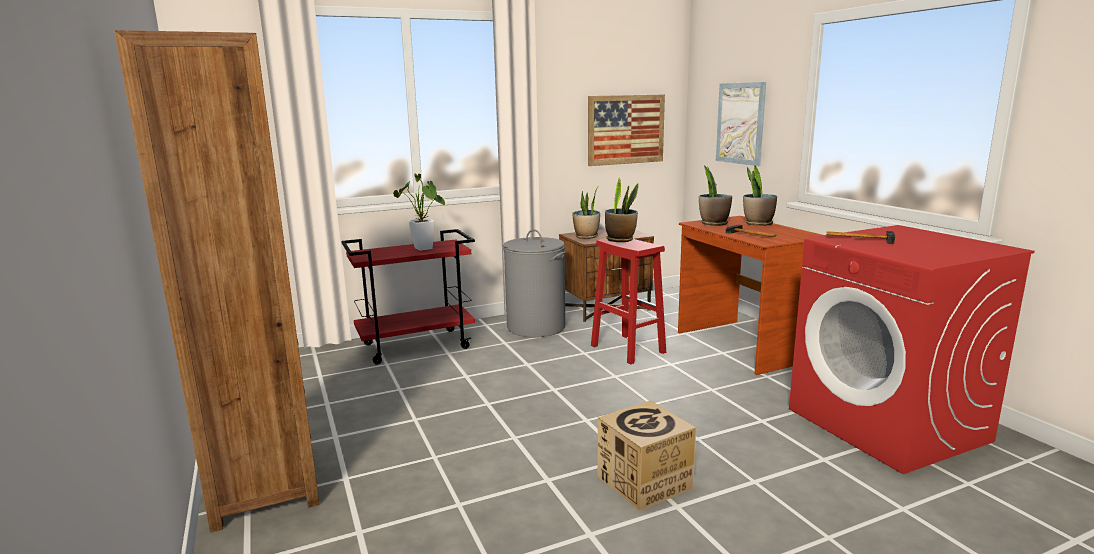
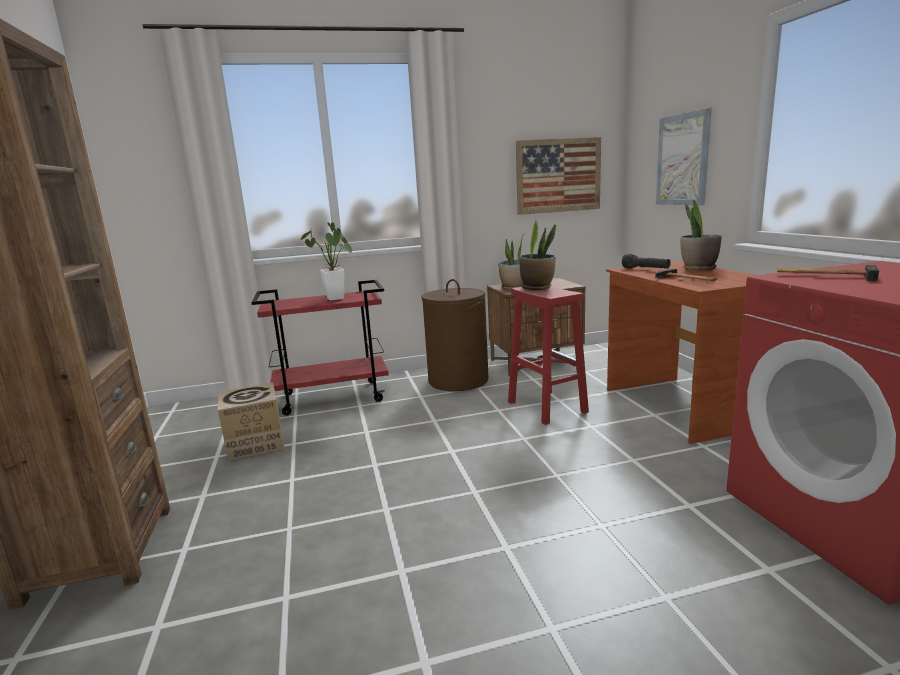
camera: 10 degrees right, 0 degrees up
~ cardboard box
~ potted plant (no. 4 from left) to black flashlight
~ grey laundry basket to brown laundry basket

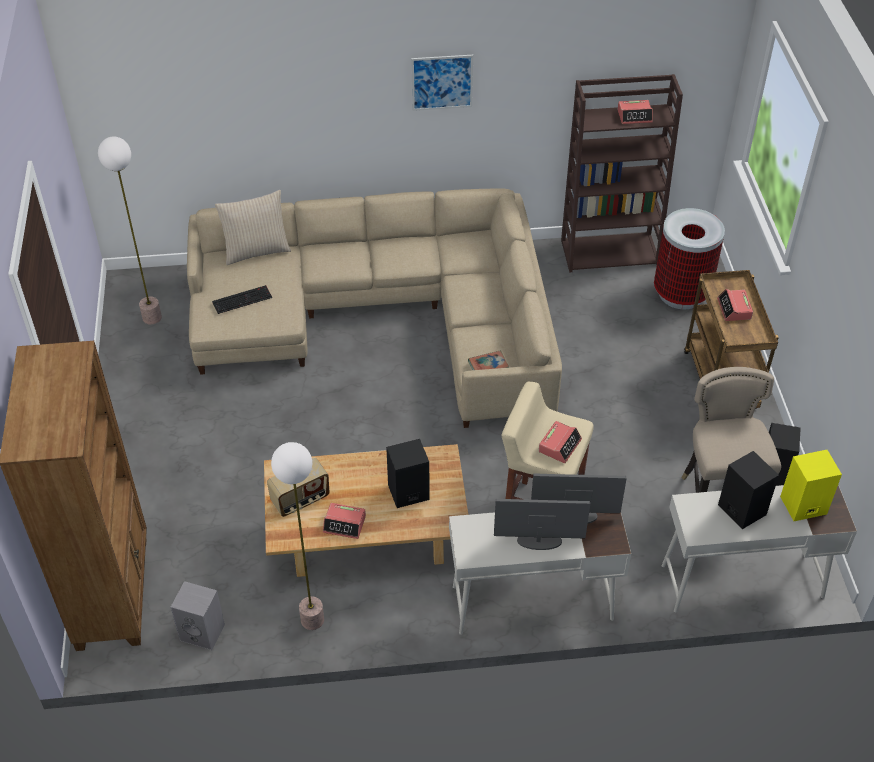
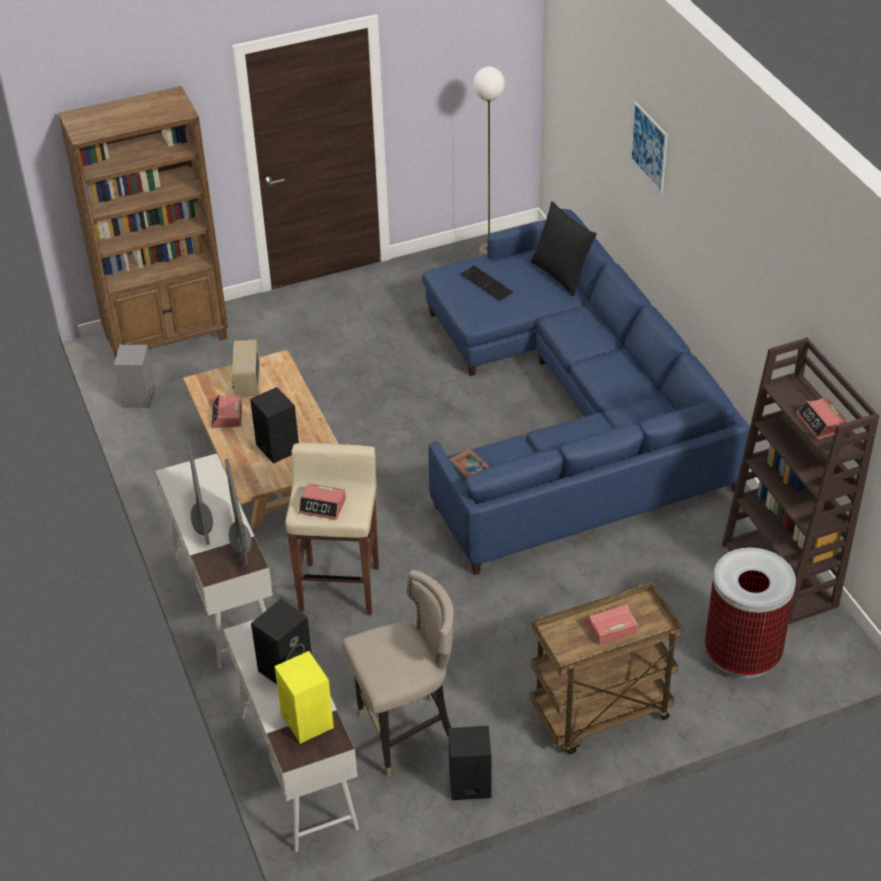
camera: 75 degrees right, 5 degrees down
- floor lamp (no. 2 from left)
~ picture
~ beige sofa to blue sofa
~ beige pillow to black pillow
~ radio 45 degrees clockwise

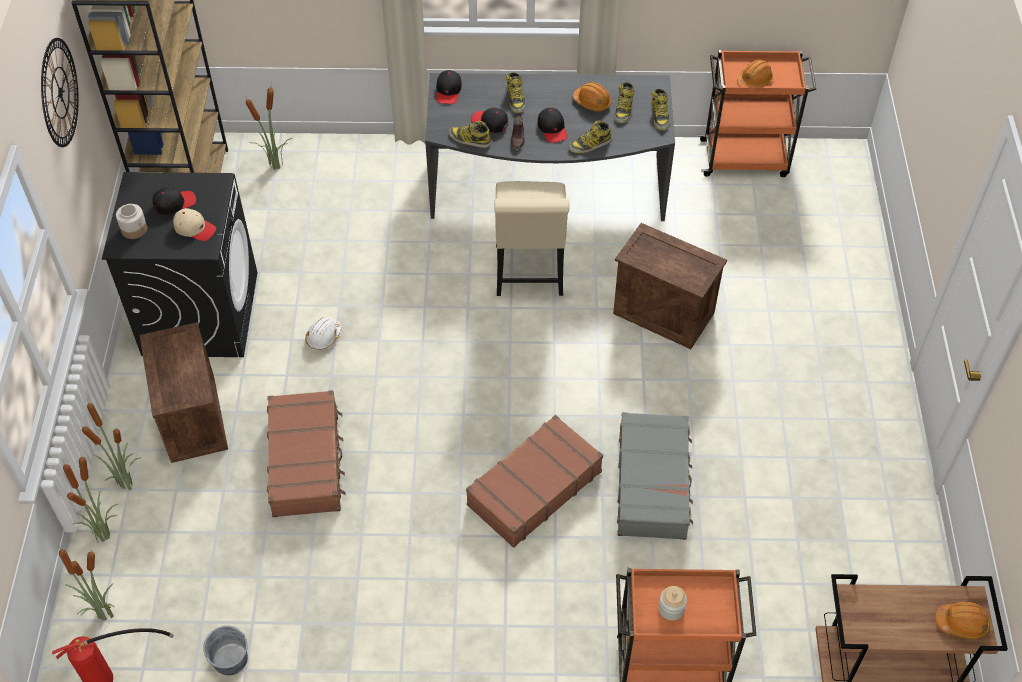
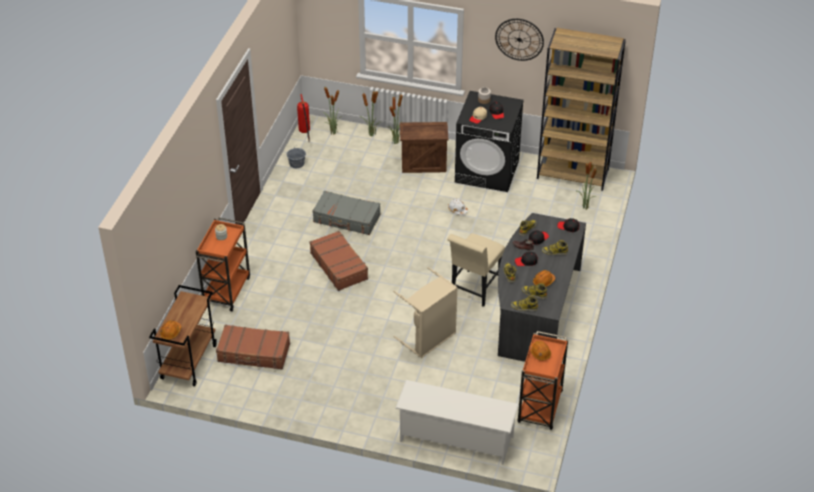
camera: 105 degrees right, 10 degrees down
+ white shoe rack
~ brown suitcase (no. 1 from left)
~ grey suitcase
~ crate (no. 2 from left) to beige laundry basket
~ beige chair 75 degrees counterclockwise

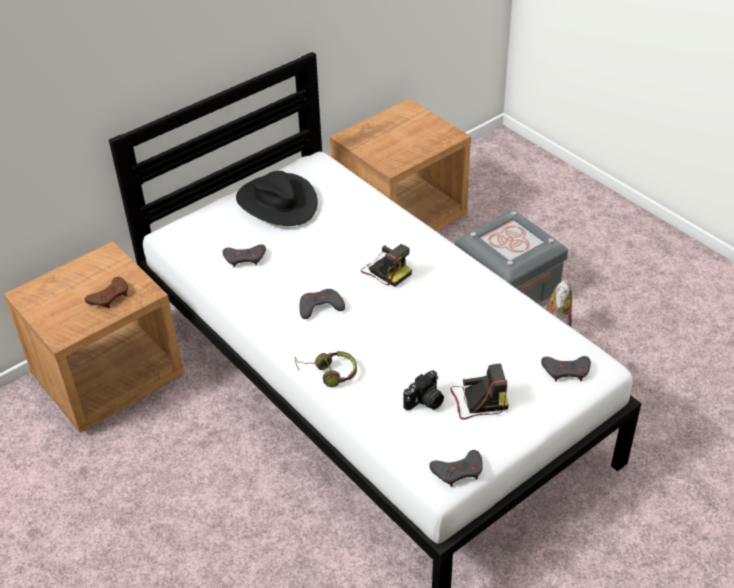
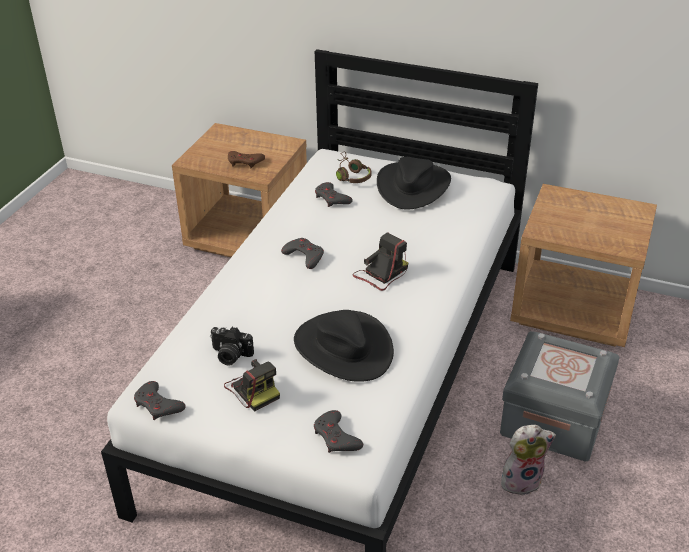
camera: 60 degrees right, 5 degrees down
+ black hat (no. 1 from left)
~ brown headphones
~ photo camera (no. 1 from left in the first image) 150 degrees counterclockwise

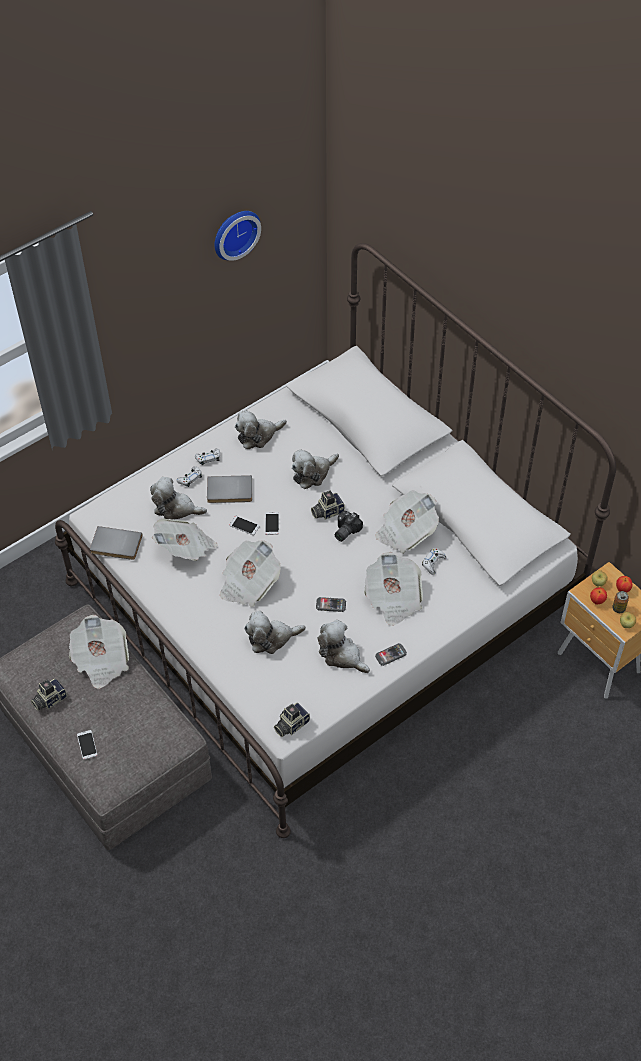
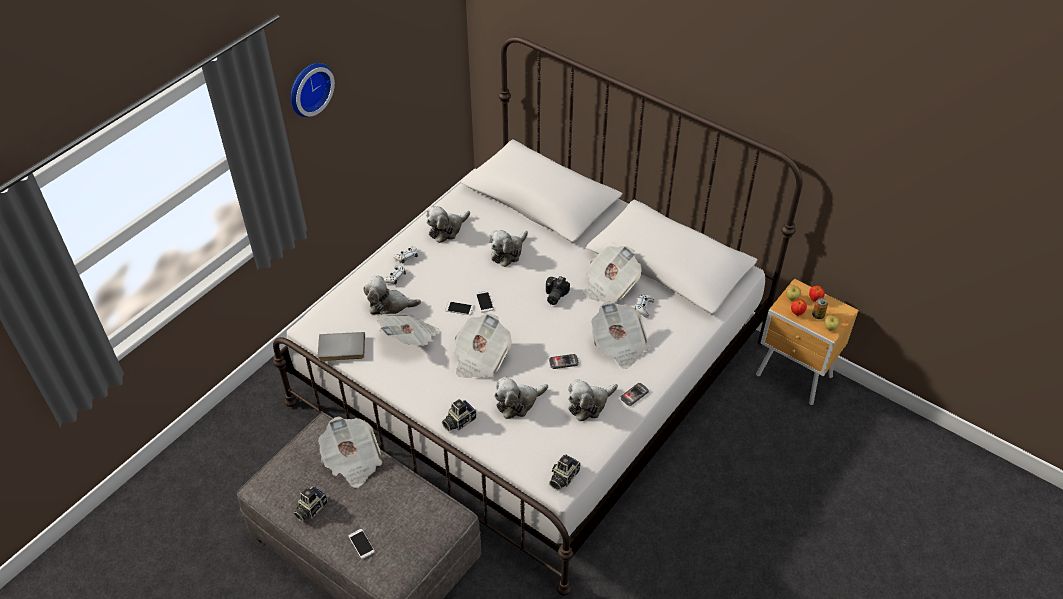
camera: 15 degrees left, 5 degrees down
- grey book (no. 2 from left)
~ wall clock
~ photo camera (no. 3 from left in the first image) to photo camera (no. 2 from left)
~ plush toy (no. 5 from left) 60 degrees counterclockwise

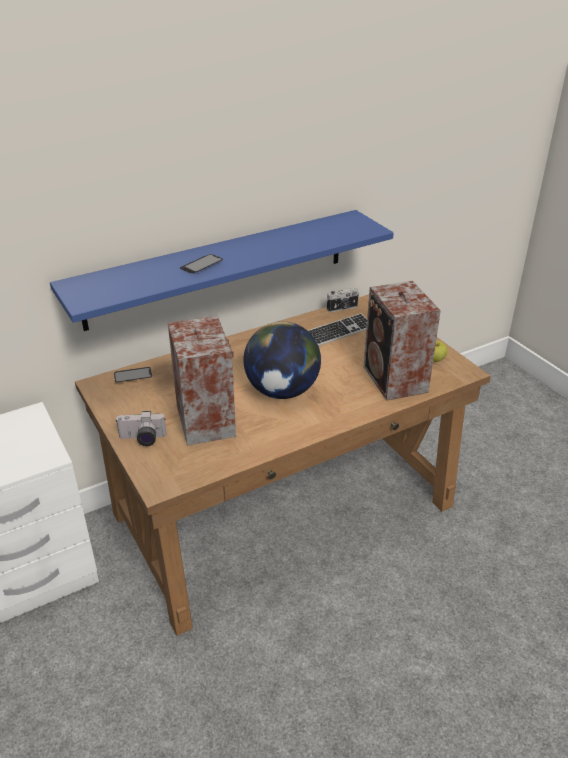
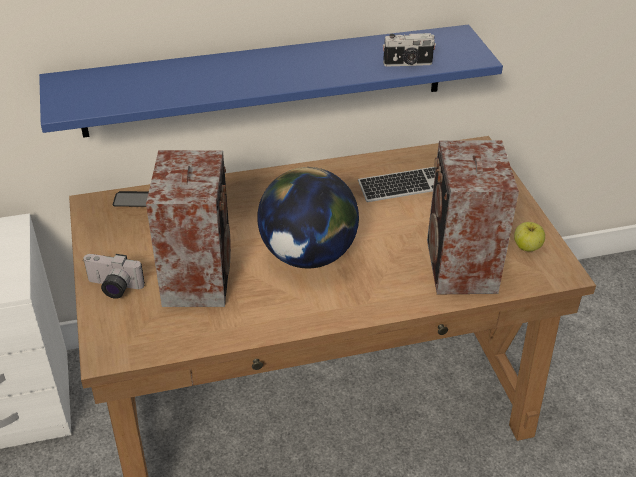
camera: 15 degrees right, 5 degrees up
- phone (no. 2 from left)
~ photo camera (no. 2 from left)

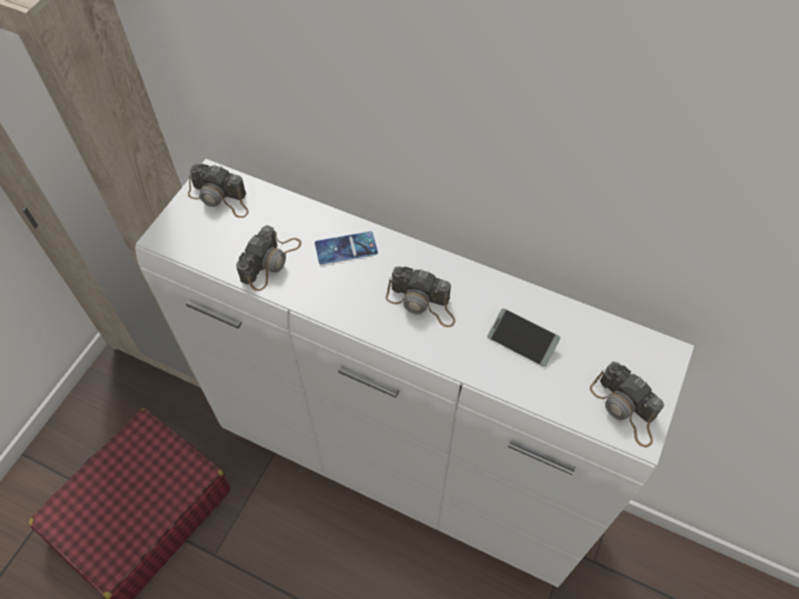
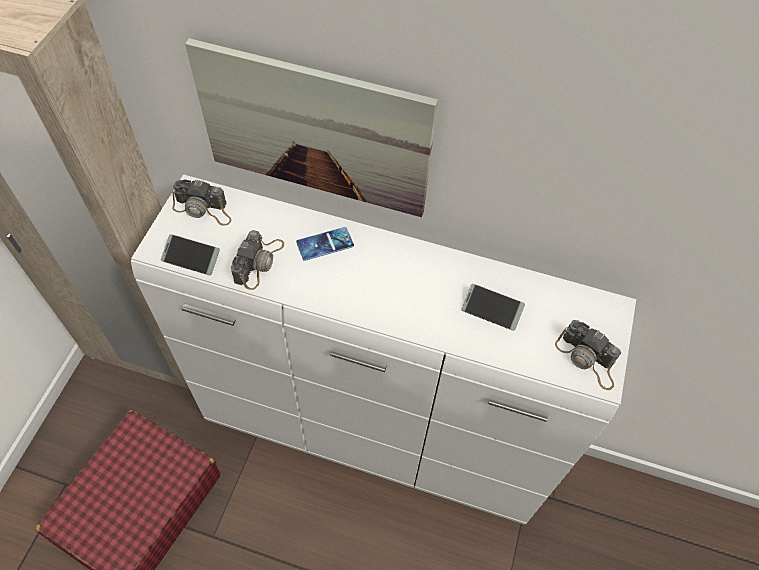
camera: 10 degrees left, 0 degrees up
- photo camera (no. 3 from left)
+ phone (no. 1 from left)
+ picture

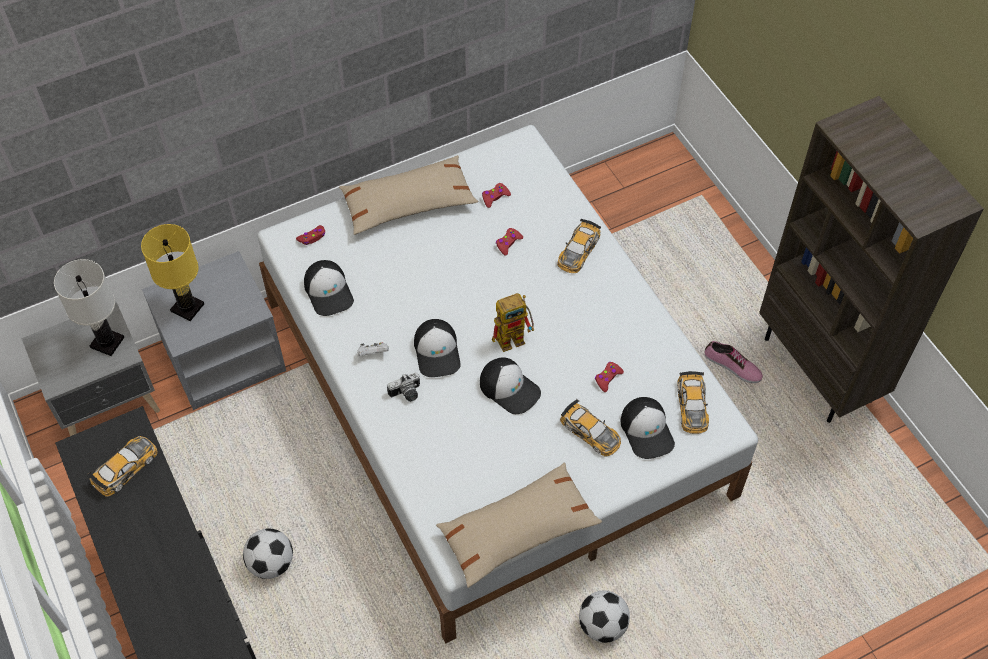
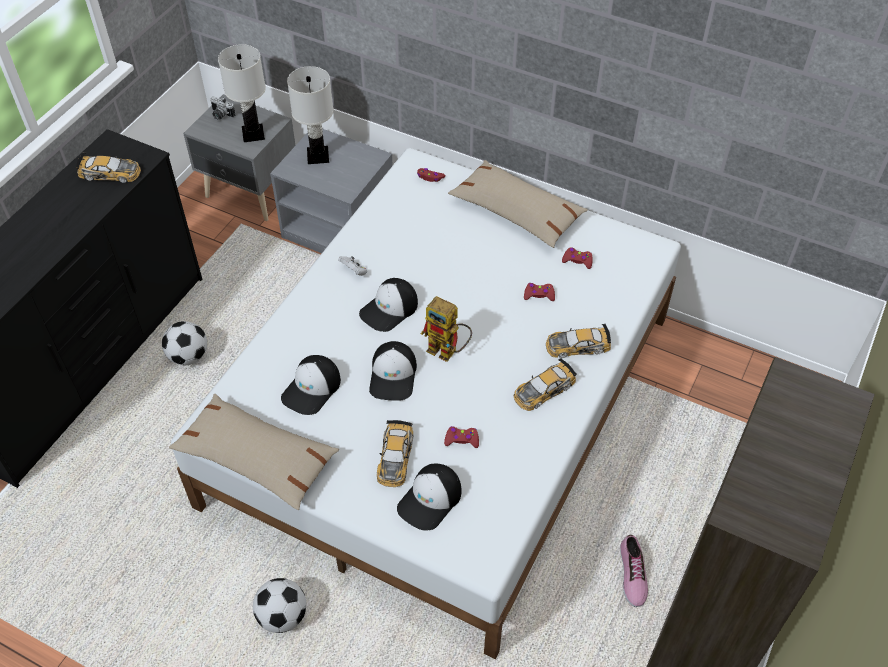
camera: 55 degrees right, 5 degrees down
~ cap (no. 1 from left)
~ photo camera
~ toy car (no. 4 from left in the first image) to toy car (no. 3 from left)
~ yellow table lamp to white table lamp (no. 2 from left)

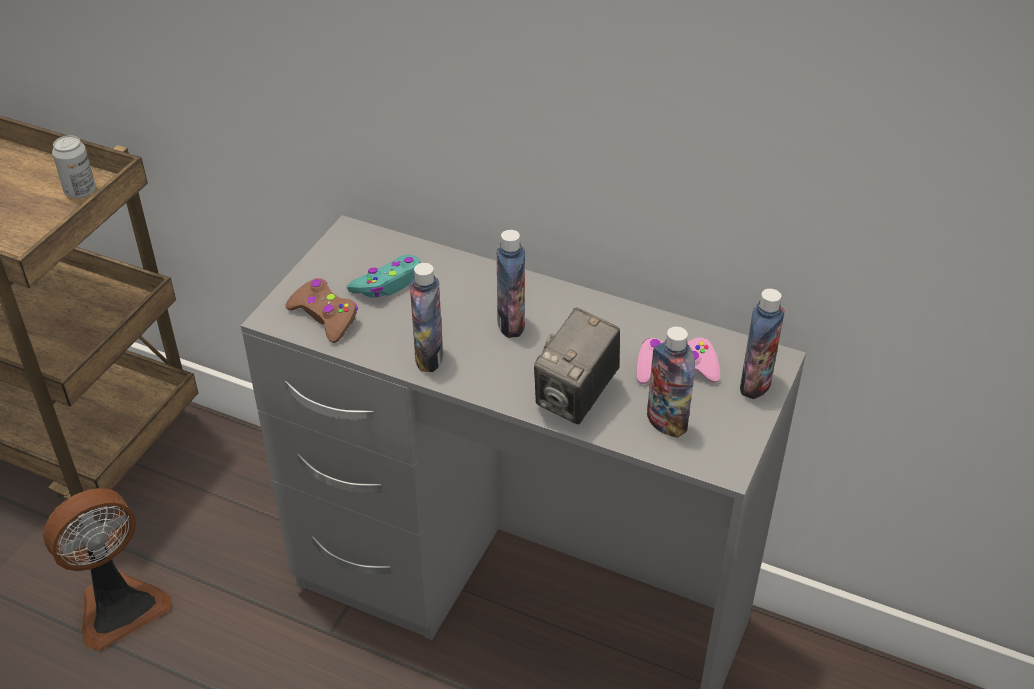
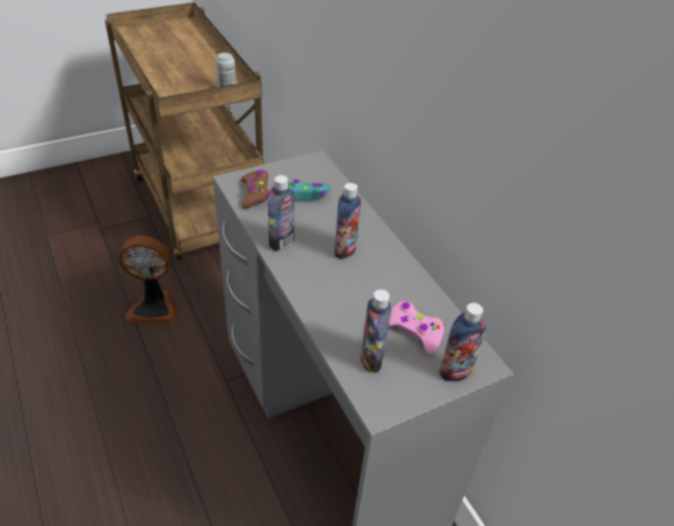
camera: 35 degrees right, 0 degrees up
- photo camera

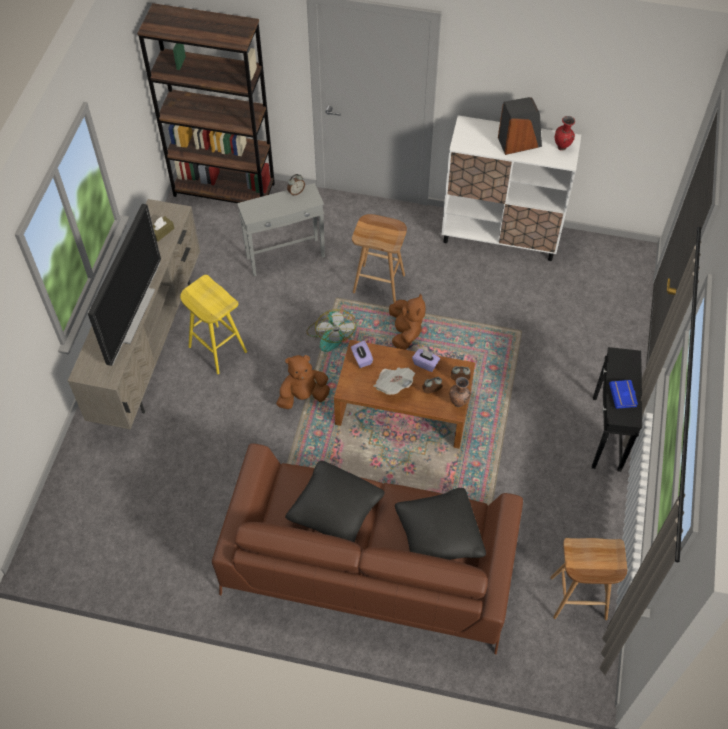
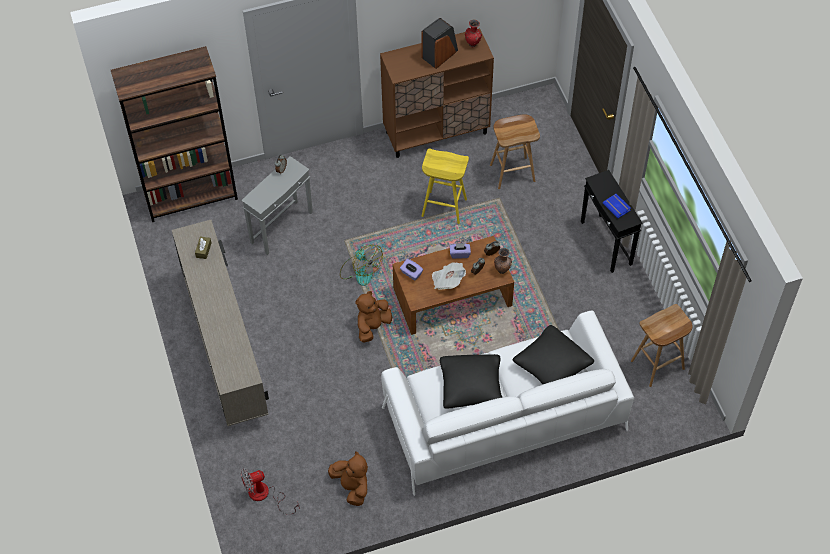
camera: 30 degrees left, 0 degrees up
- television
+ fan (no. 1 from left)
~ yellow stool
~ brown stool (no. 1 from left)
~ brown plush toy (no. 2 from left in the first image) to brown plush toy (no. 1 from left)
~ brown sofa to white sofa
~ white cabinet to brown cabinet

